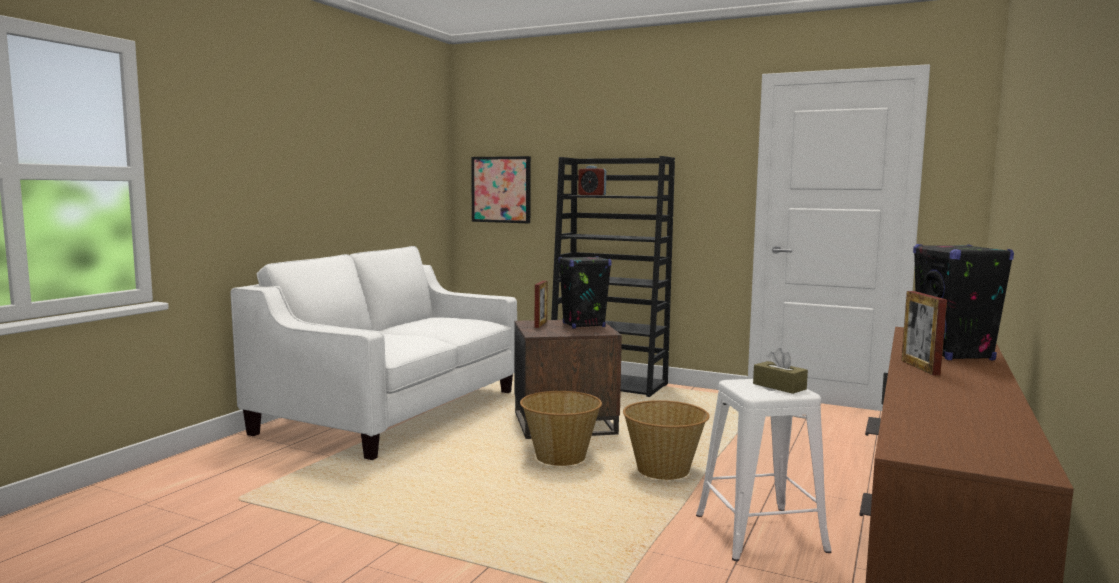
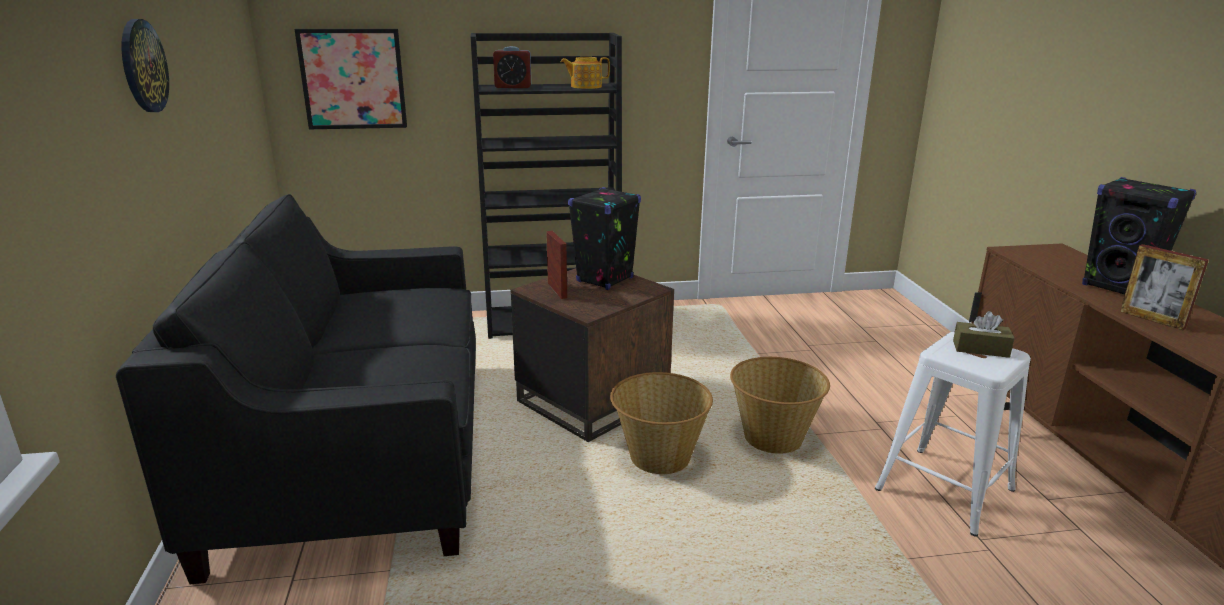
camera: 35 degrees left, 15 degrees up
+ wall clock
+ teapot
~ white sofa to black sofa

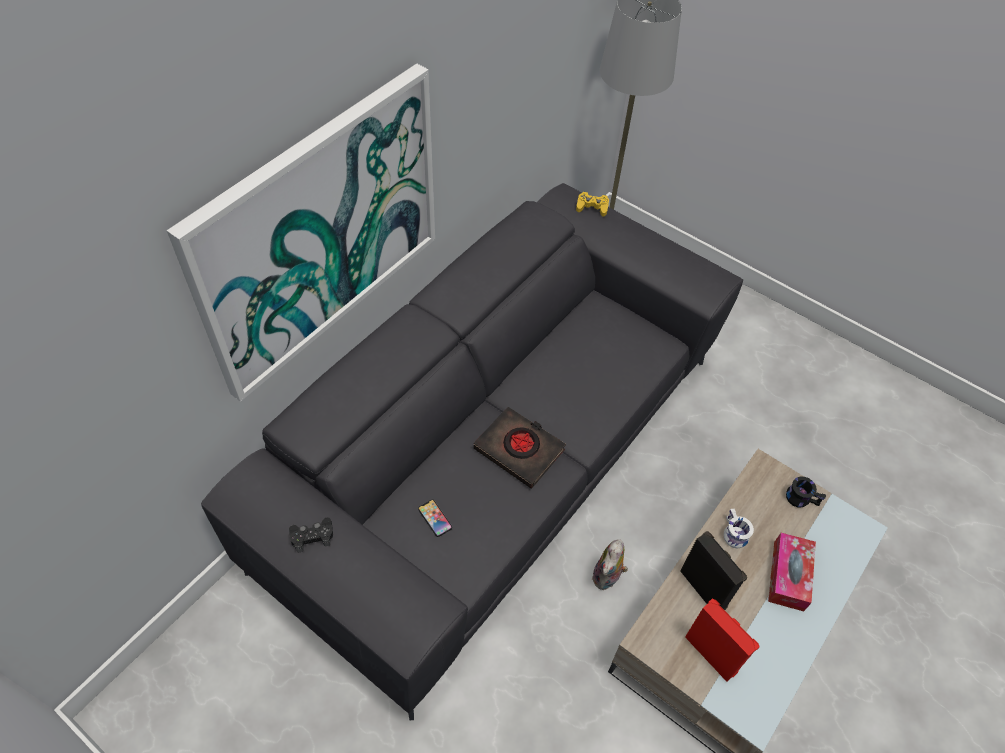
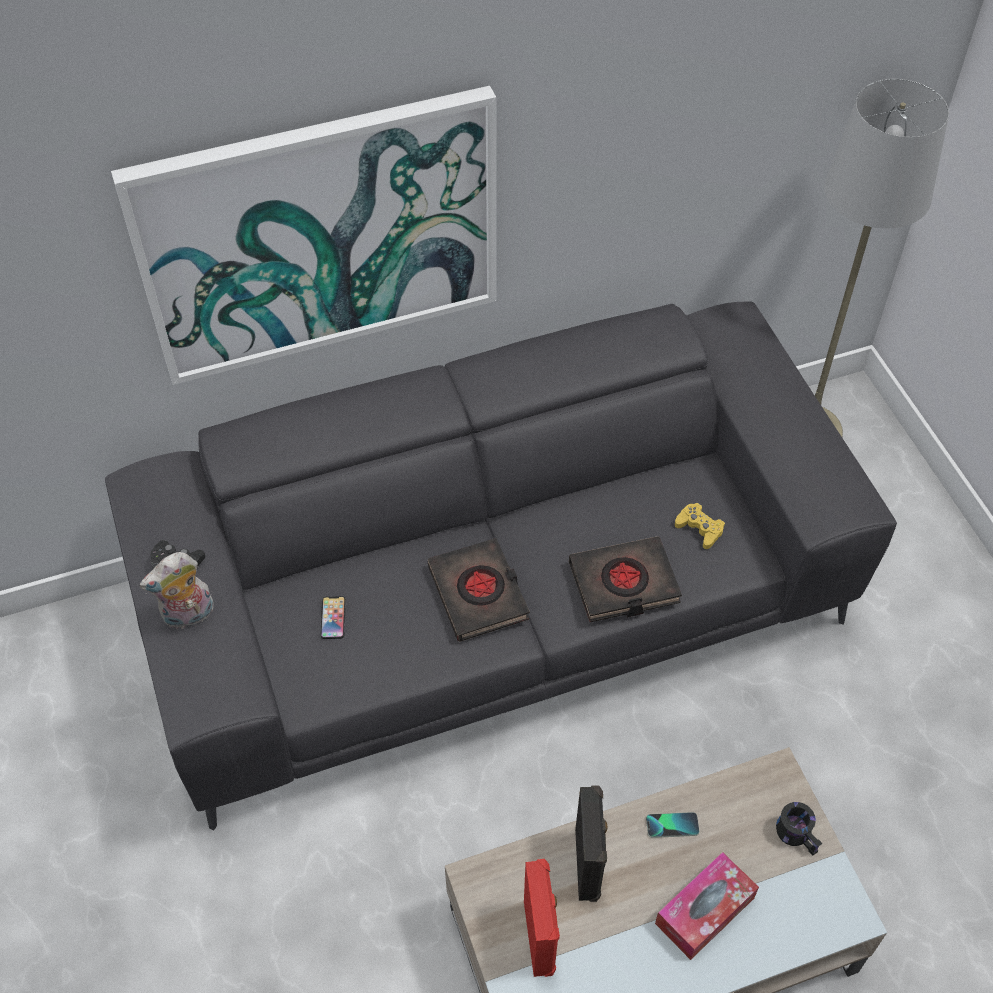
camera: 35 degrees right, 0 degrees up
+ black book (no. 2 from left)
~ yellow game controller
~ plush toy
~ white mug to phone (no. 2 from left)

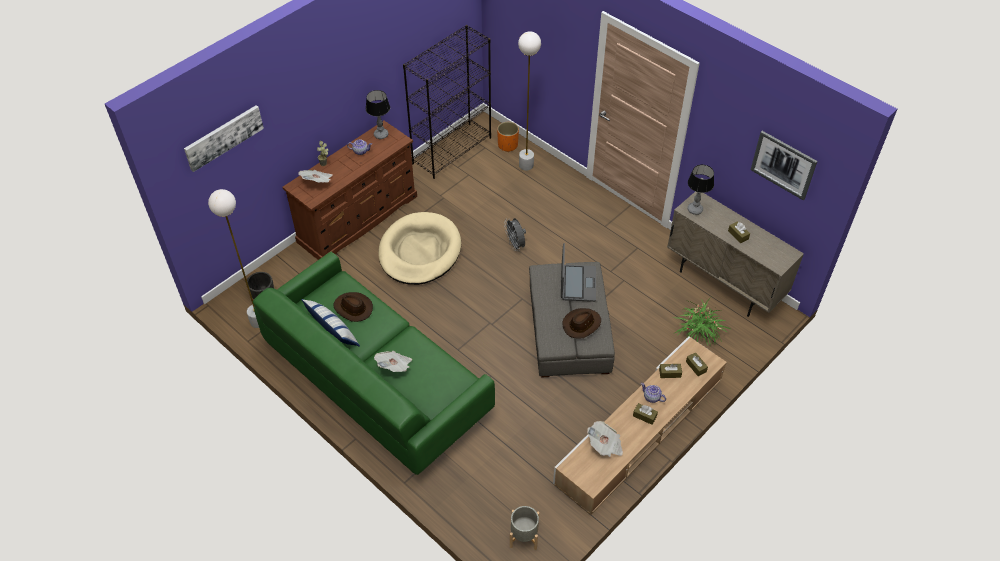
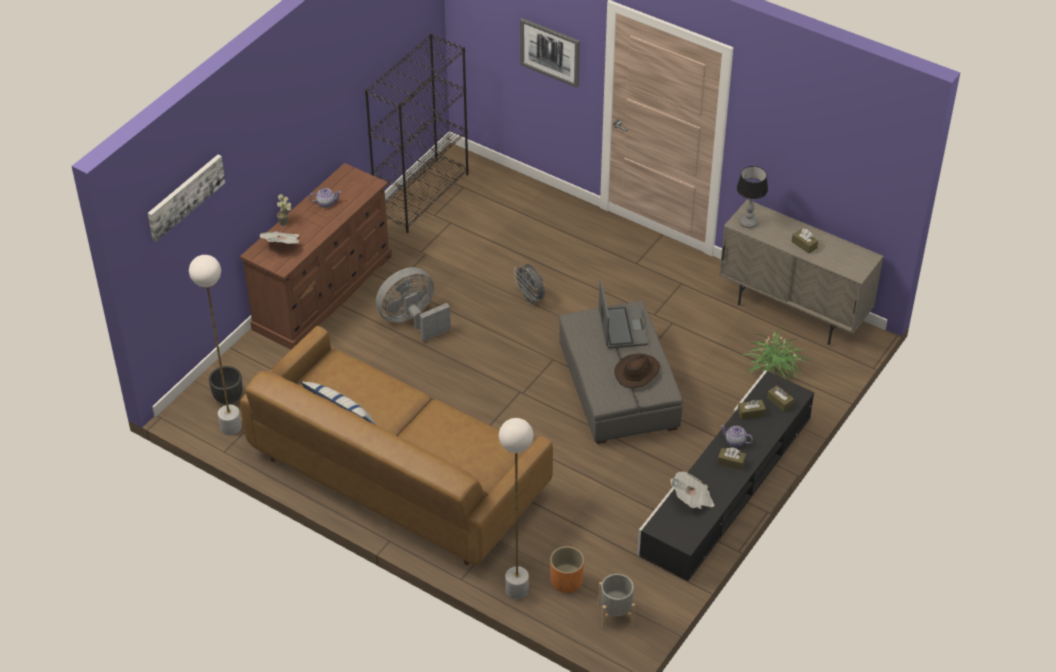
camera: 10 degrees left, 5 degrees down
- brown hat (no. 1 from left)
- table lamp (no. 1 from left)
- newspaper (no. 2 from left)
~ orange planter
~ white floor lamp (no. 2 from left)
~ picture (no. 2 from left)
~ beige dog bed to grey fan (no. 1 from left)
~ green sofa to brown sofa
~ beige tv stand to black tv stand

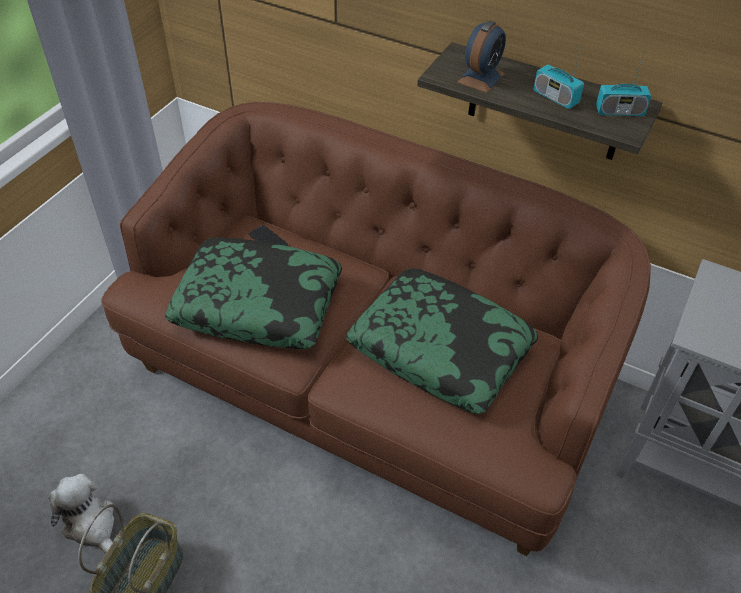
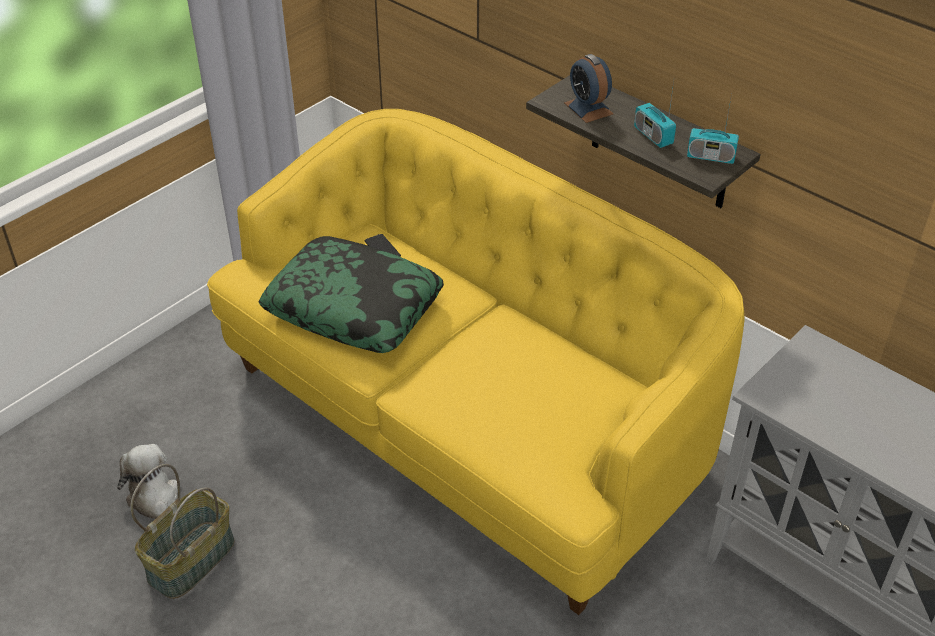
camera: 15 degrees right, 5 degrees down
- pillow (no. 2 from left)
~ brown sofa to yellow sofa
~ alarm clock 105 degrees clockwise

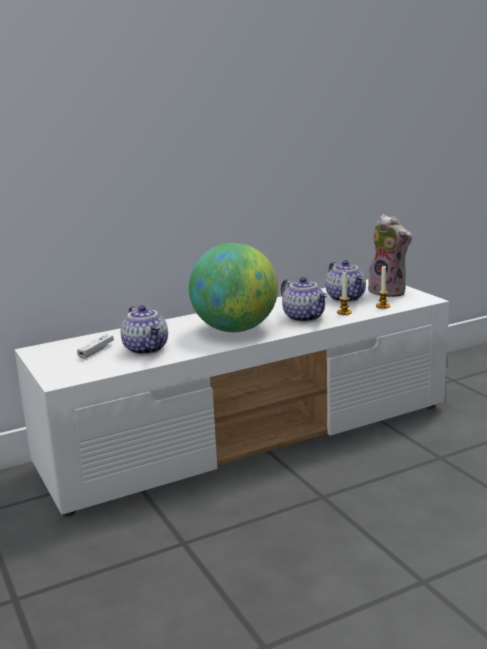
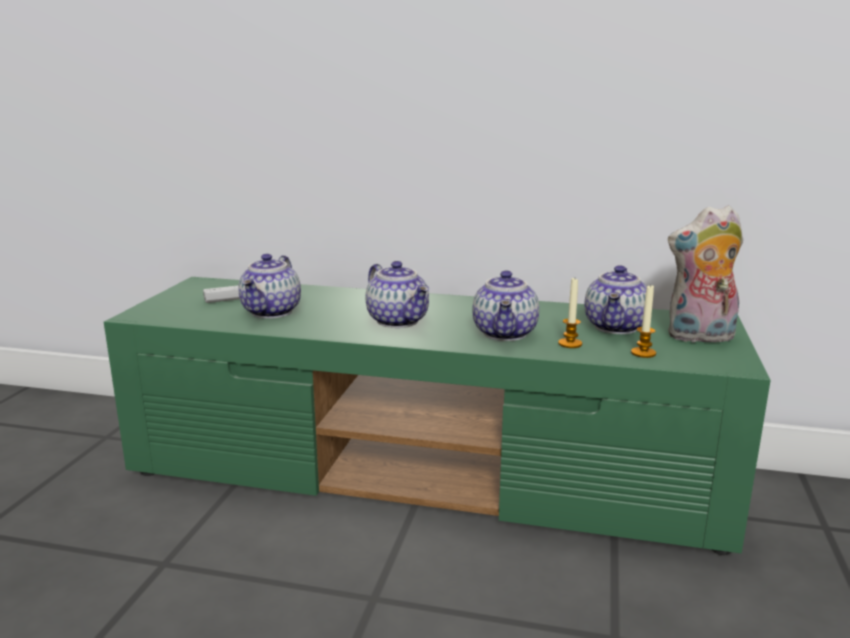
camera: 40 degrees right, 0 degrees up
~ globe to teapot (no. 2 from left)
~ white tv stand to green tv stand
~ plush toy 90 degrees clockwise

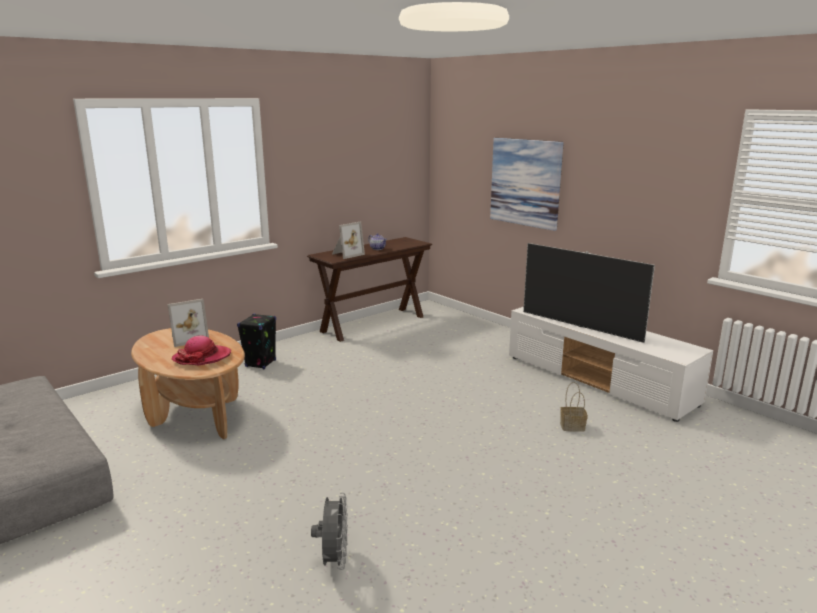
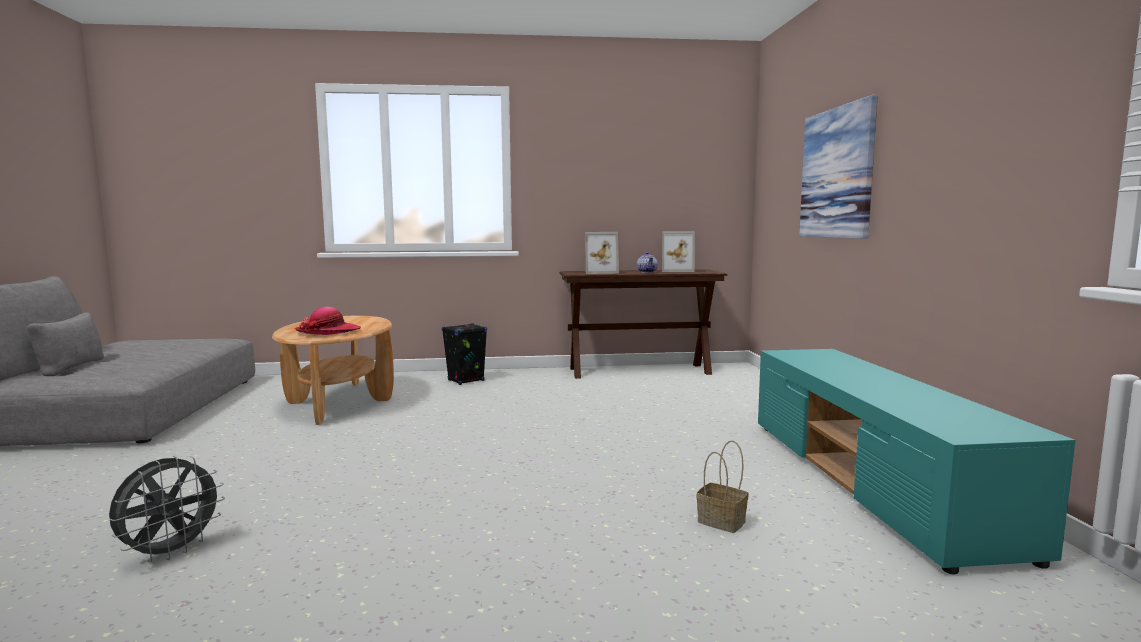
camera: 35 degrees right, 10 degrees down
- television
~ picture frame (no. 1 from left in the first image) to picture frame (no. 2 from left)
~ white tv stand to turquoise tv stand

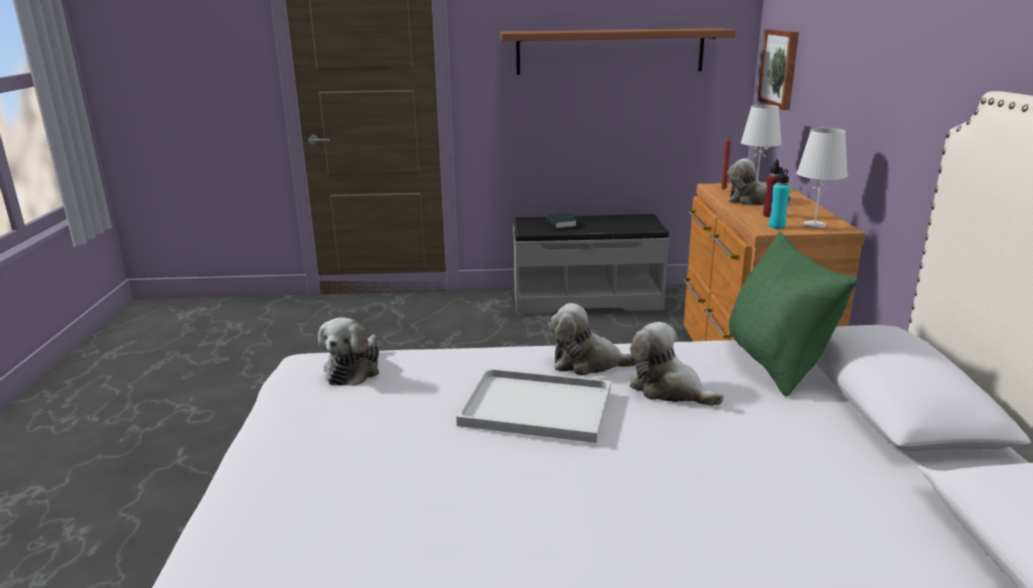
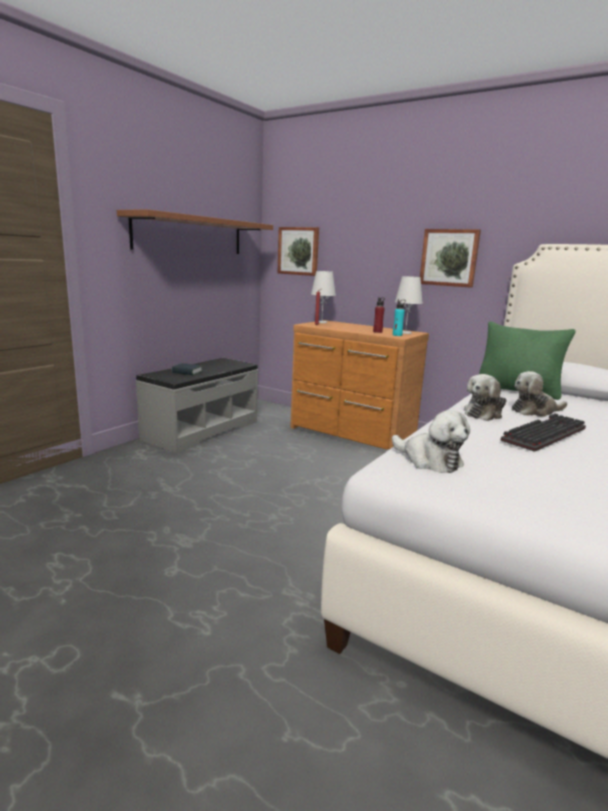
camera: 55 degrees left, 5 degrees down
- plush toy (no. 4 from left)
+ picture (no. 2 from left)
~ white tray to keyboard

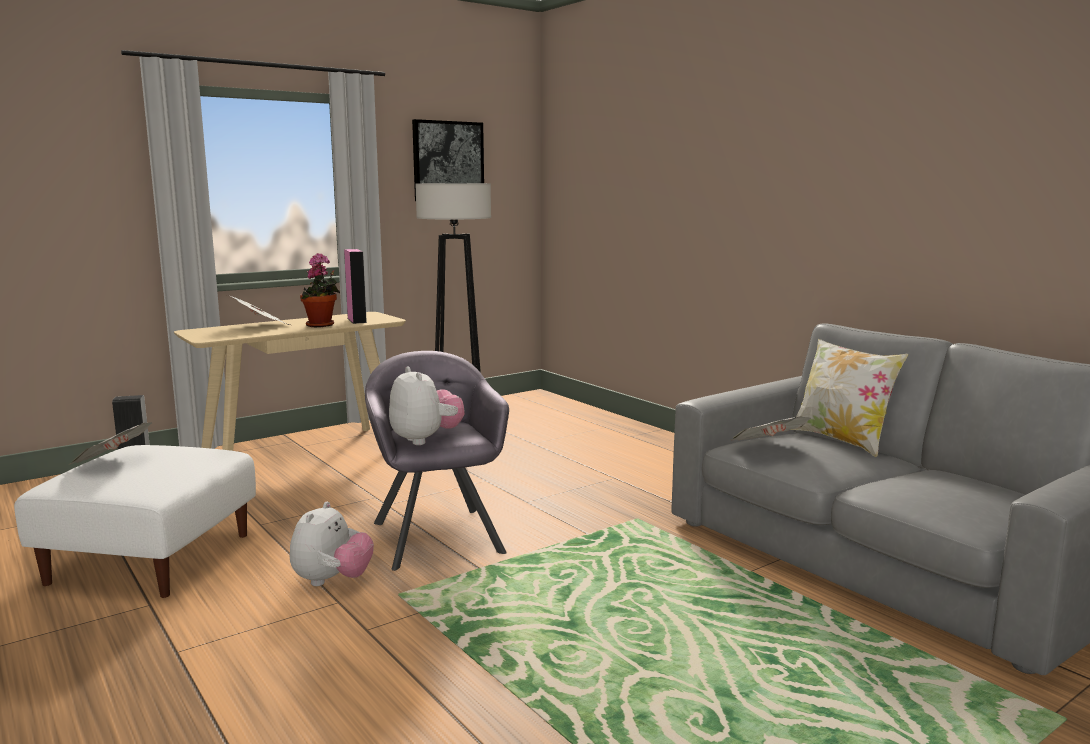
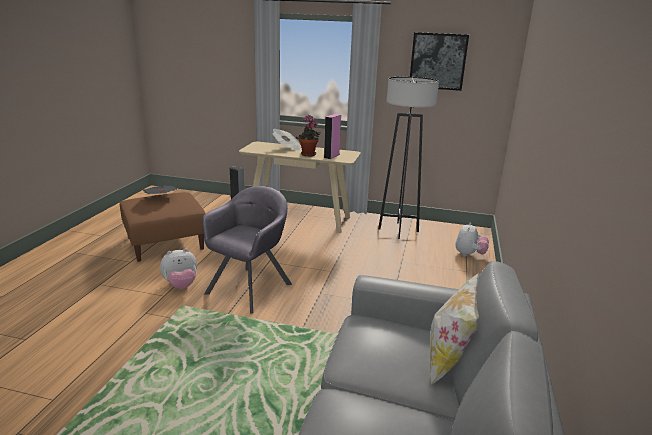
camera: 50 degrees right, 10 degrees up
- newspaper (no. 3 from left)
~ plush toy (no. 2 from left)
~ white ottoman to brown ottoman

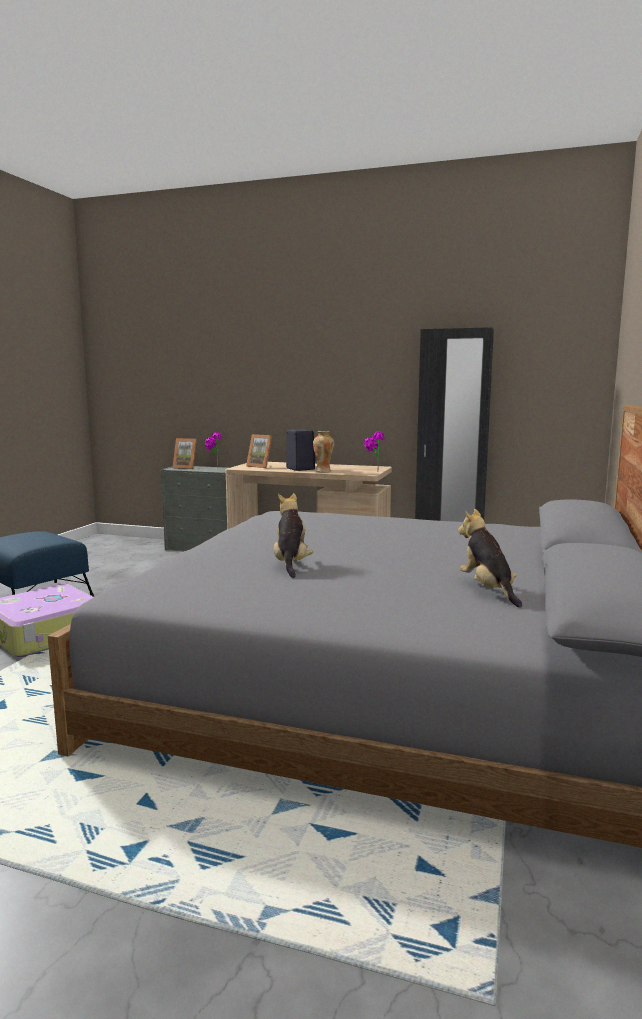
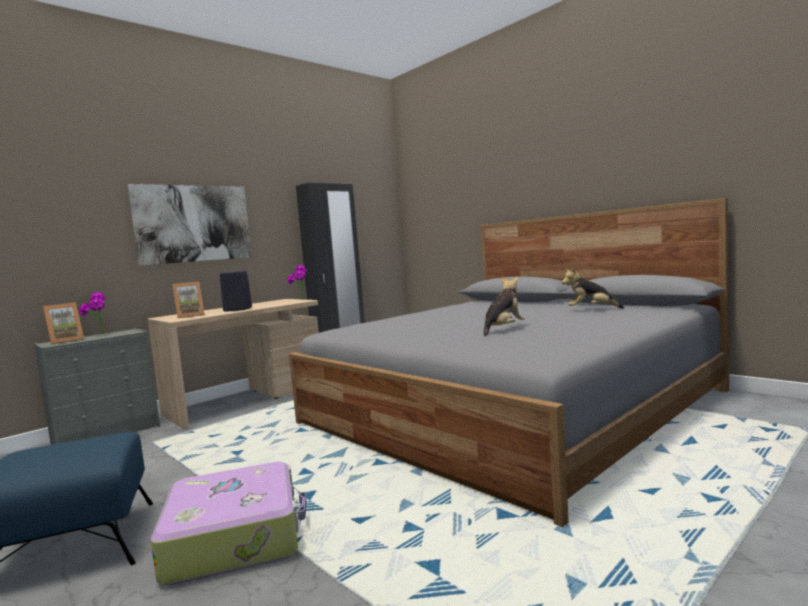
camera: 60 degrees left, 5 degrees down
- vase
+ picture
~ plush toy (no. 1 from left) 105 degrees clockwise

